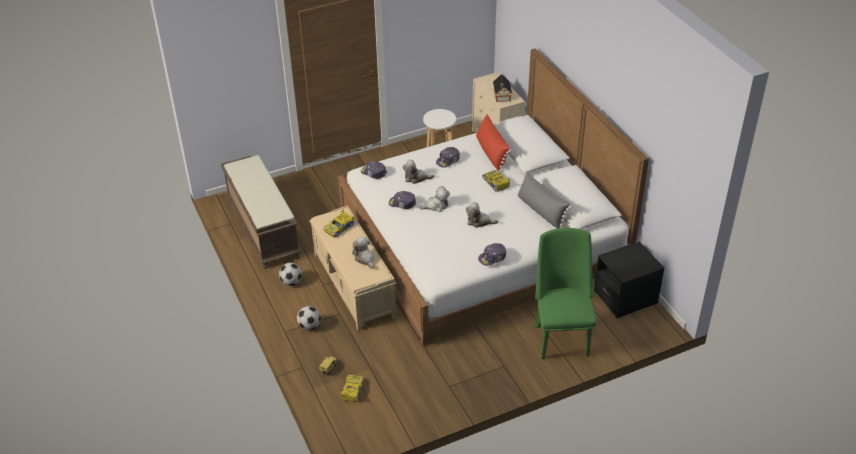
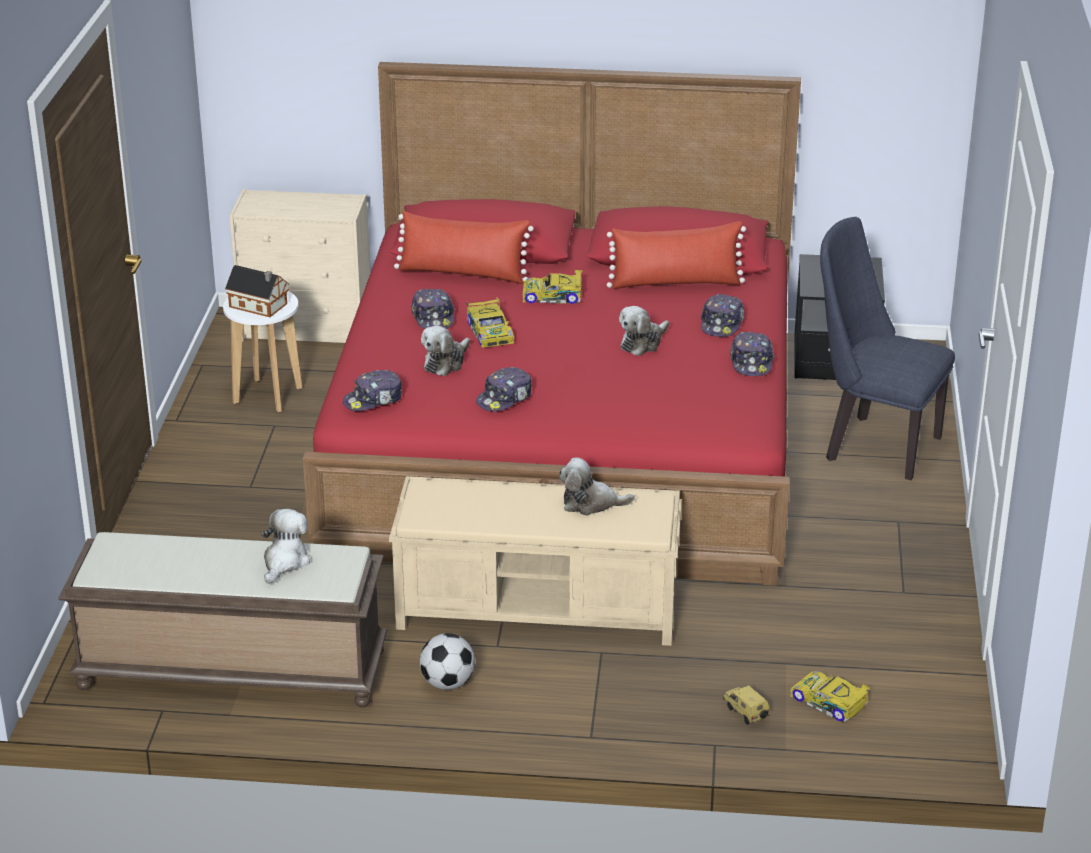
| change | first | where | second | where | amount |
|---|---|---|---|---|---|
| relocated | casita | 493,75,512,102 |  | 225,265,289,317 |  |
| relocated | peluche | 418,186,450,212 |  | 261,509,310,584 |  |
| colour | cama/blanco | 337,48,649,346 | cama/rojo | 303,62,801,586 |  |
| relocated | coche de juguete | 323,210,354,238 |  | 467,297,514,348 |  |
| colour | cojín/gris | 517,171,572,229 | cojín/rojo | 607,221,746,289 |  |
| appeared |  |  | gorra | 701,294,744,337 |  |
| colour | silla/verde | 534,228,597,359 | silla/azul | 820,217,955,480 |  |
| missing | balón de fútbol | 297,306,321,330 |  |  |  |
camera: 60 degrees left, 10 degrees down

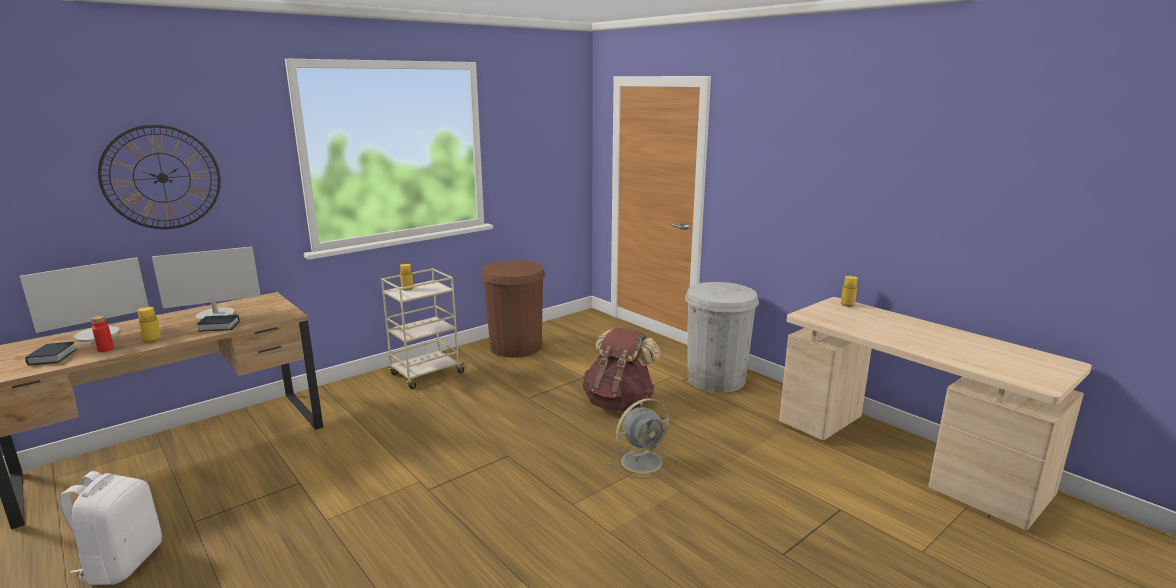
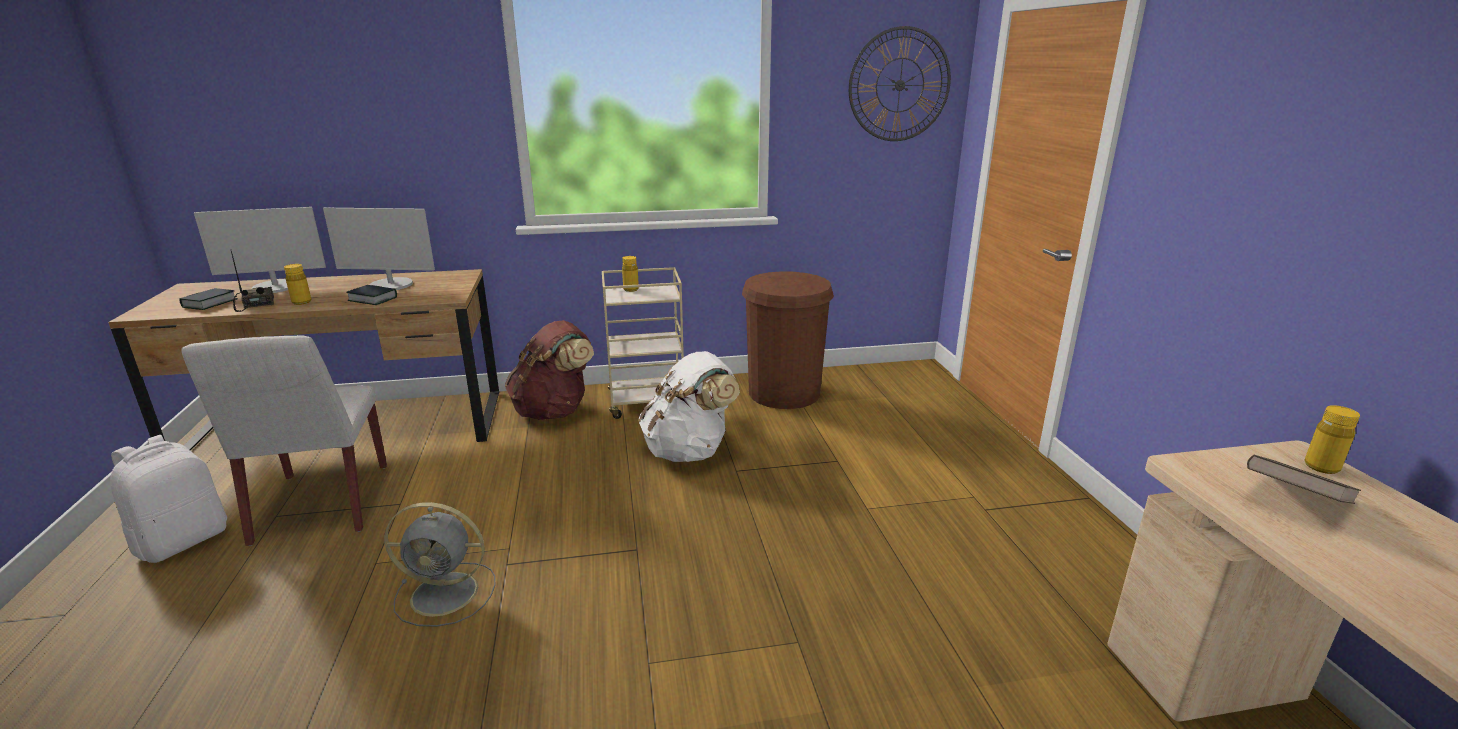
| change | first | where | second | where | amount |
|---|---|---|---|---|---|
| appeared |  |  | silla/blanco | 181,335,387,546 |  |
| exchanged | botella/rojo | 91,316,114,352 | radio | 231,251,274,312 |  |
| relocated | ventilador/gris | 609,398,674,479 |  | 384,502,495,627 |  |
| relocated | mochila/marrón | 582,328,660,411 |  | 505,320,594,420 |  |
| appeared |  |  | mochila/blanco | 639,351,740,462 |  |
| relocated | reloj de pared | 98,125,221,229 |  | 849,26,951,141 |  |
| appeared |  |  | libro/marrón | 1247,455,1361,504 |  |
| missing | papelera/blanco | 685,282,759,393 |  |  |  |
camera: 30 degrees right, 5 degrees up

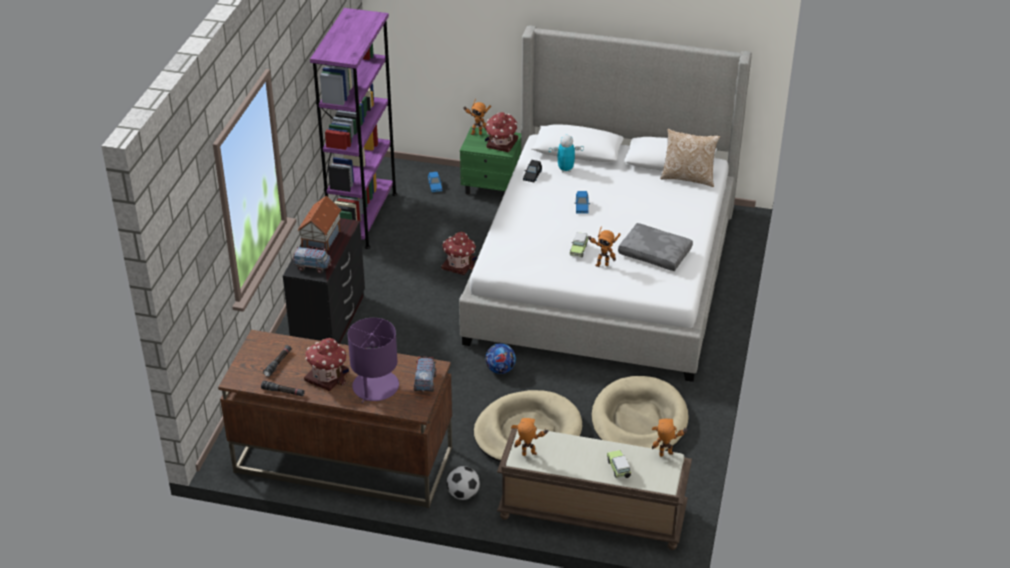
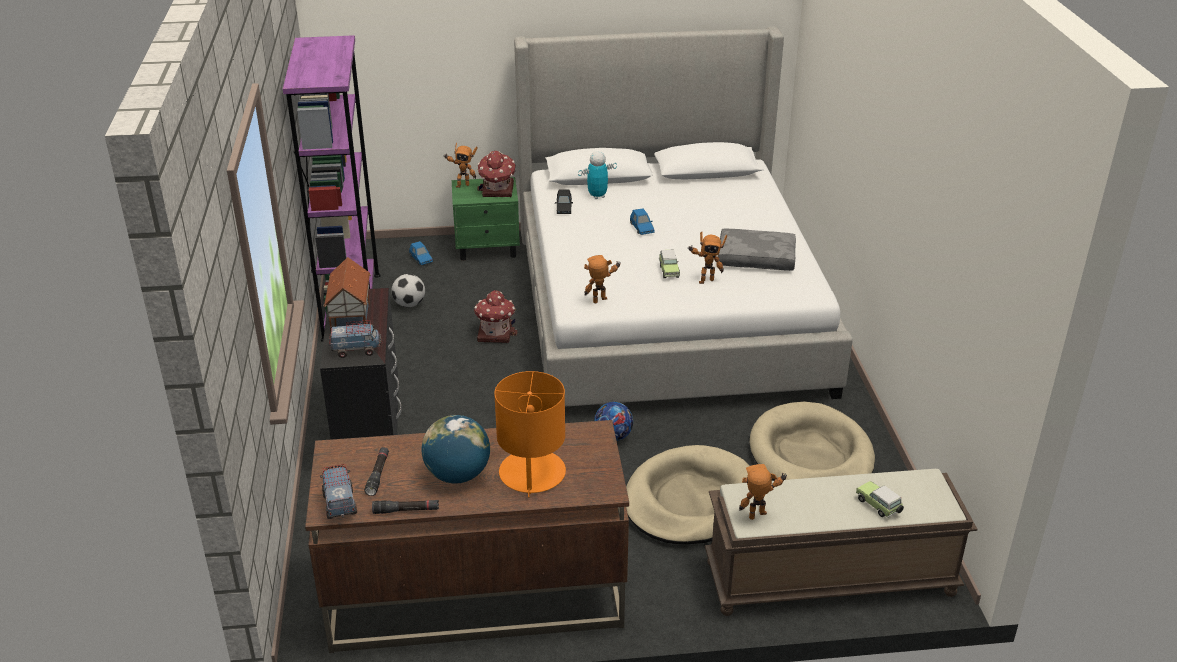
| change | first | where | second | where | amount |
|---|---|---|---|---|---|
| relocated | camión de juguete | 414,357,436,392 |  | 320,464,357,519 |  |
| relocated | balón de fútbol | 447,466,480,500 |  | 391,274,425,307 |  |
| exchanged | casita | 304,338,349,391 | globo terráqueo | 422,415,490,484 |  |
| colour | lámpara de mesa/morado | 348,318,399,403 | lámpara de mesa/naranja | 494,371,566,498 |  |
| relocated | robot de juguete | 652,418,688,457 |  | 584,255,621,304 |  |
| missing | cojín | 660,129,720,187 |  |  |  |
camera: 20 degrees left, 5 degrees down

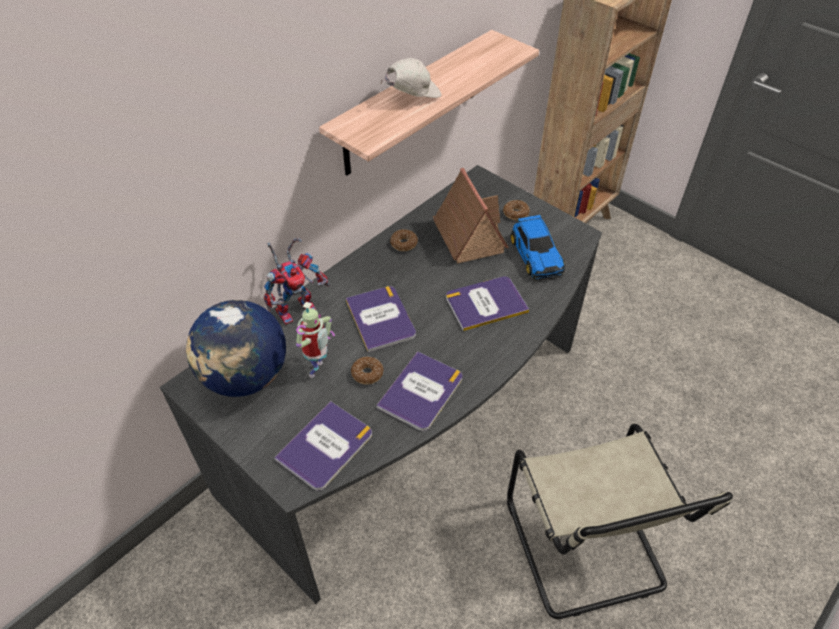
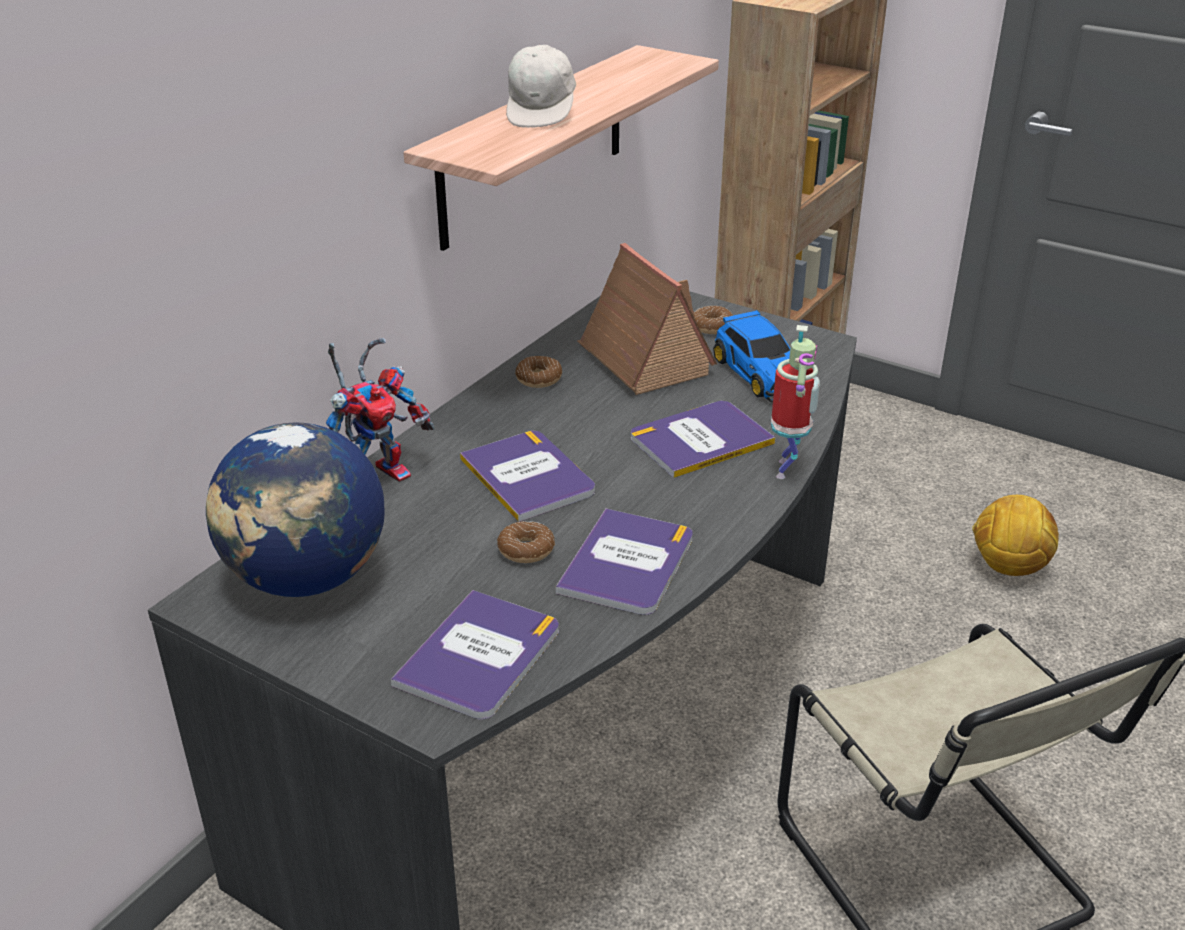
| change | first | where | second | where | amount |
|---|---|---|---|---|---|
| spun | gorra/blanco | 380,58,442,98 |  | 506,44,576,128 | 135 degrees clockwise |
| relocated | robot de juguete | 296,302,335,378 |  | 771,325,820,479 |  |
| appeared |  |  | balón de fútbol | 972,495,1059,576 |  |
camera: 10 degrees left, 15 degrees down

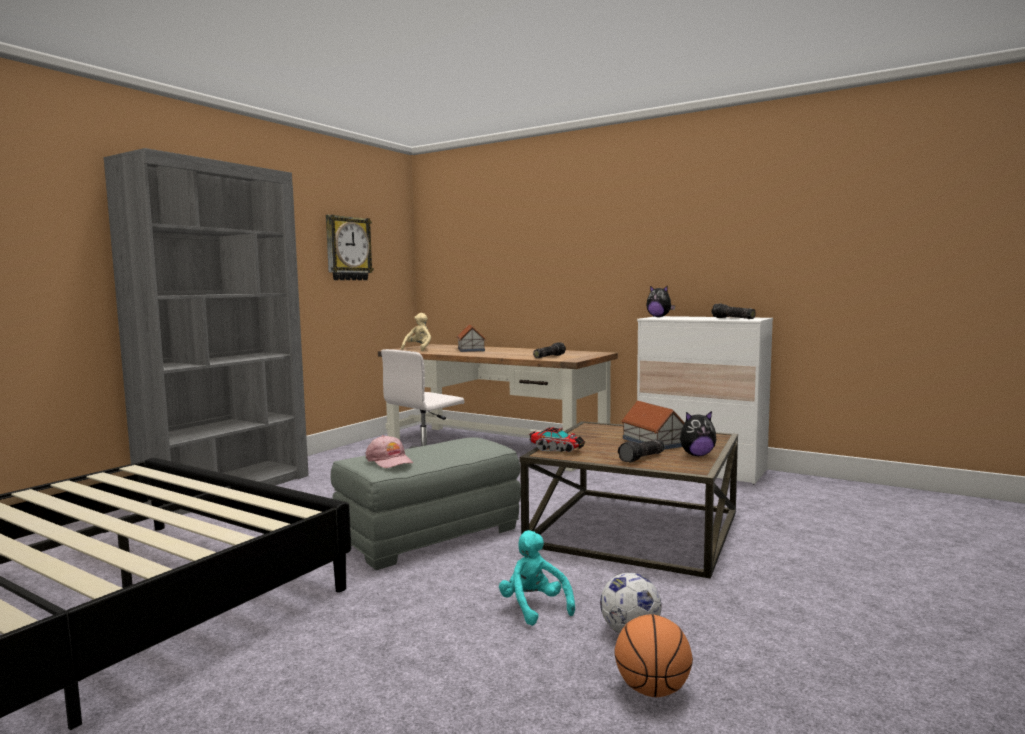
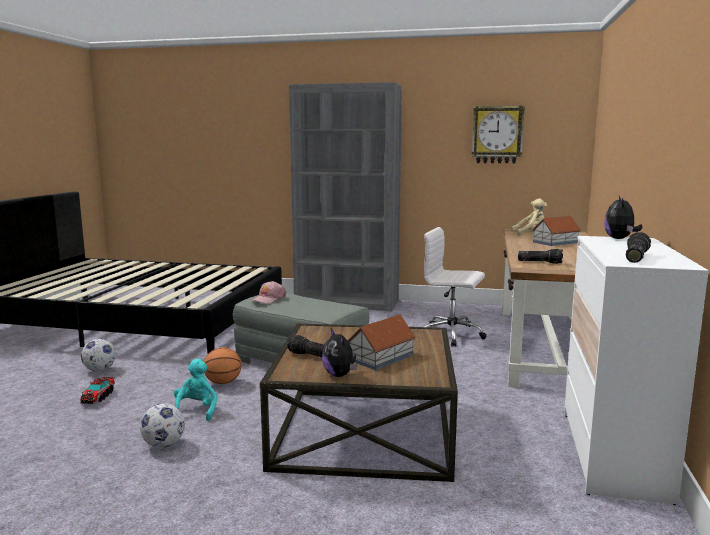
| change | first | where | second | where | amount |
|---|---|---|---|---|---|
| relocated | camión de juguete | 529,427,585,452 |  | 80,377,115,404 |  |
| appeared |  |  | balón de fútbol | 81,339,116,371 |  |
| spun | peluche/turquesa | 499,530,575,626 |  | 174,359,217,421 | 45 degrees counterclockwise |
| relocated | balón de baloncesto | 614,614,693,697 |  | 204,347,241,384 |  |
camera: 70 degrees right, 5 degrees up

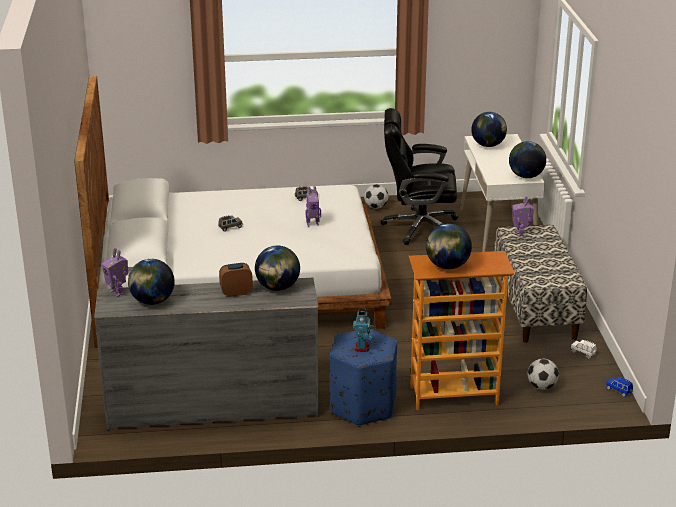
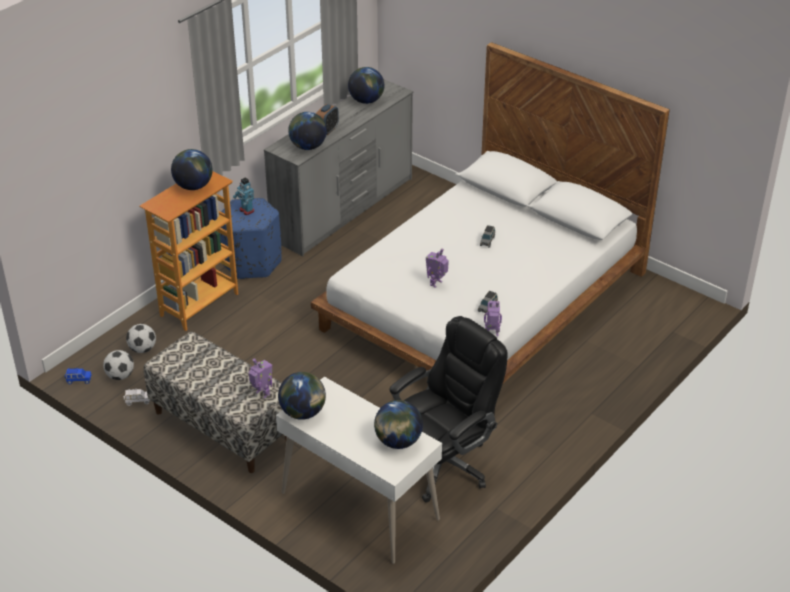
| change | first | where | second | where | amount |
|---|---|---|---|---|---|
| relocated | balón de fútbol | 364,184,388,209 |  | 103,350,134,380 |  |
| relocated | robot de juguete | 102,248,128,297 |  | 484,301,502,336 |  |
camera: 135 degrees right, 10 degrees up

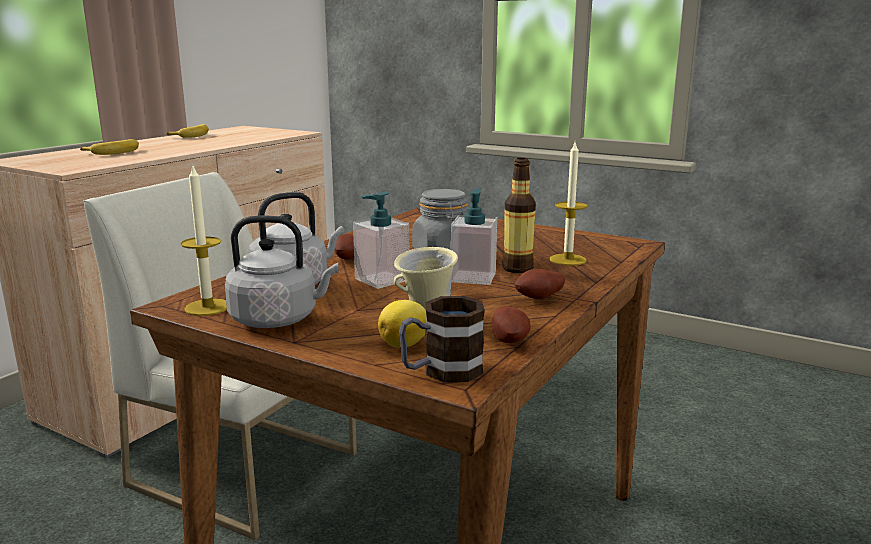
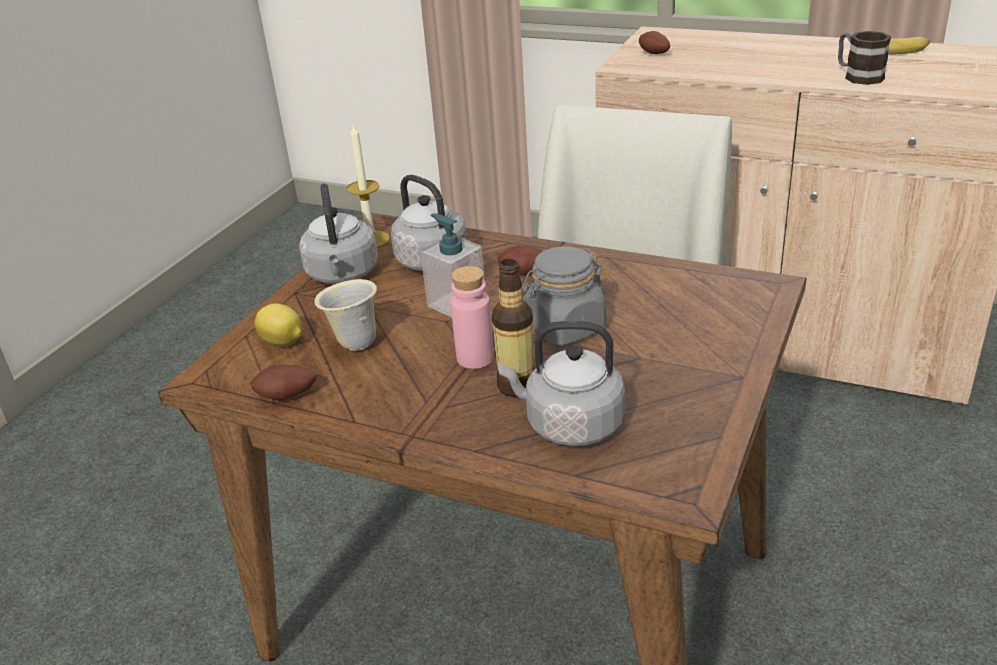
| change | first | where | second | where | amount |
|---|---|---|---|---|---|
| exchanged | dispensador de jabón | 451,188,497,285 | botella/rosa | 451,266,494,369 |  |
| exchanged | vela | 550,142,587,266 | hervidor/gris | 498,321,625,446 |  |
| relocated | patata | 515,269,565,299 |  | 639,31,670,54 |  |
| relocated | taza grande | 399,296,485,383 |  | 838,31,891,85 |  |
| missing | plátano | 80,139,139,155 |  |  |  |
camera: 85 degrees right, 15 degrees up

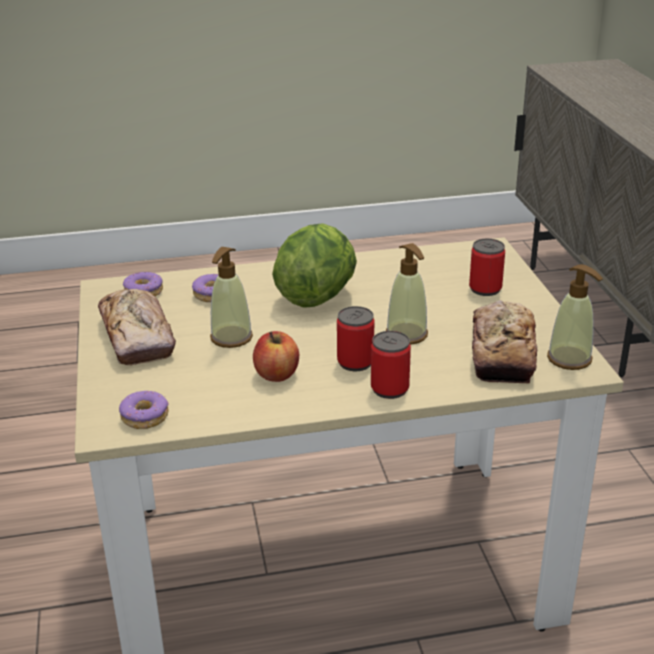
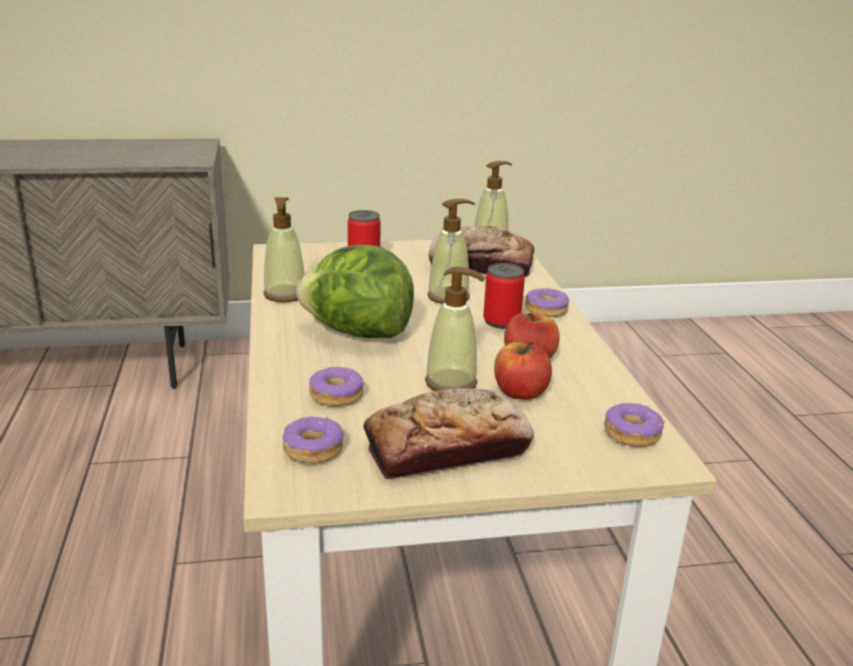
| change | first | where | second | where | amount |
|---|---|---|---|---|---|
| appeared |  |  | dispensador de jabón | 263,197,304,302 |  |
| appeared |  |  | manzana | 494,341,552,400 |  |
| exchanged | lata | 371,331,411,399 | rosquilla | 525,288,569,317 |  |
camera: 90 degrees left, 5 degrees down

